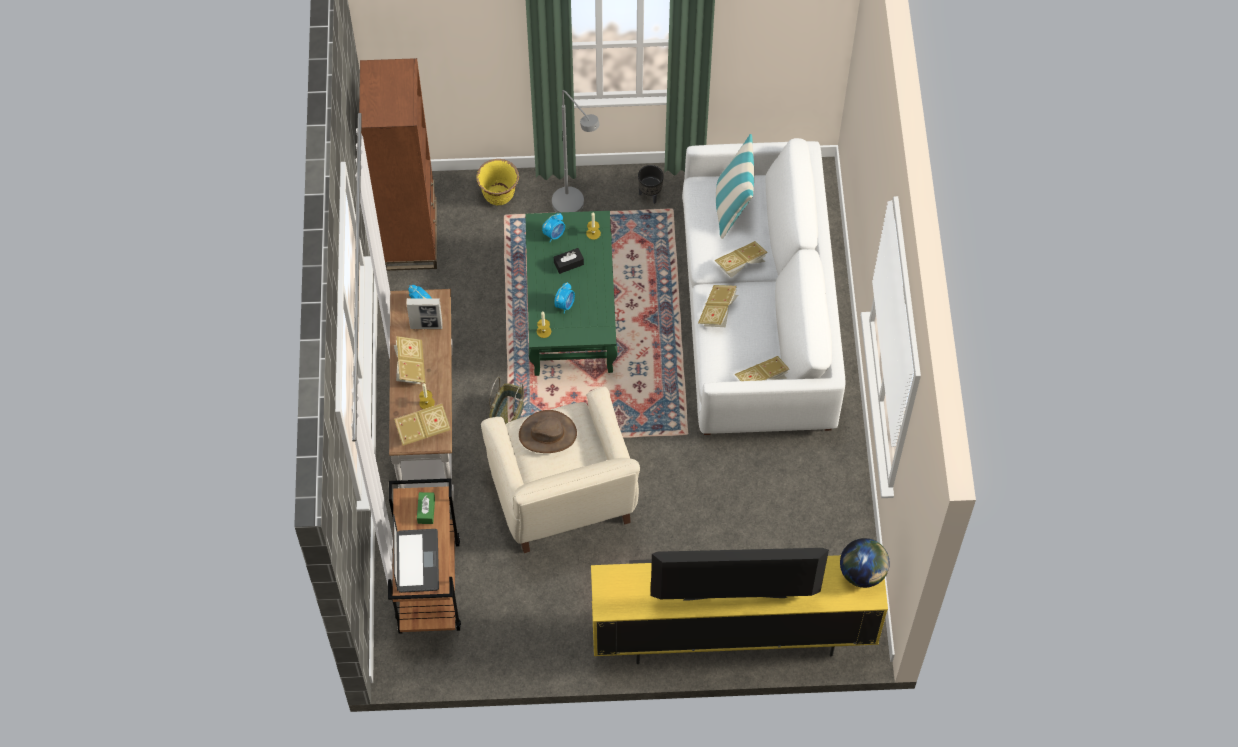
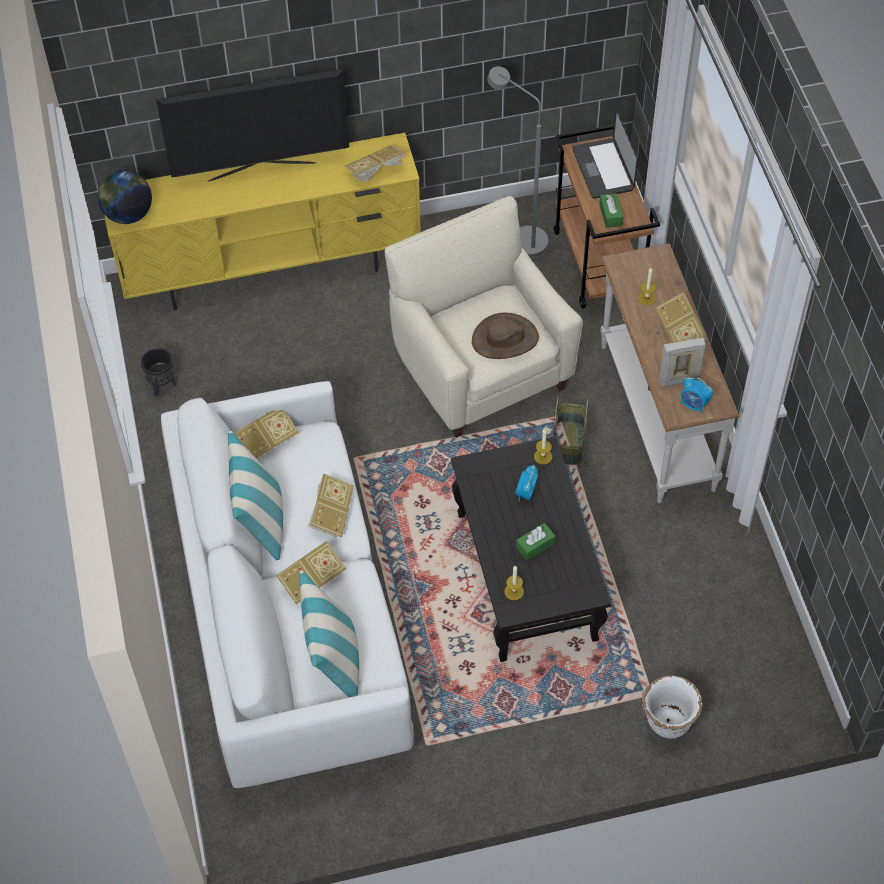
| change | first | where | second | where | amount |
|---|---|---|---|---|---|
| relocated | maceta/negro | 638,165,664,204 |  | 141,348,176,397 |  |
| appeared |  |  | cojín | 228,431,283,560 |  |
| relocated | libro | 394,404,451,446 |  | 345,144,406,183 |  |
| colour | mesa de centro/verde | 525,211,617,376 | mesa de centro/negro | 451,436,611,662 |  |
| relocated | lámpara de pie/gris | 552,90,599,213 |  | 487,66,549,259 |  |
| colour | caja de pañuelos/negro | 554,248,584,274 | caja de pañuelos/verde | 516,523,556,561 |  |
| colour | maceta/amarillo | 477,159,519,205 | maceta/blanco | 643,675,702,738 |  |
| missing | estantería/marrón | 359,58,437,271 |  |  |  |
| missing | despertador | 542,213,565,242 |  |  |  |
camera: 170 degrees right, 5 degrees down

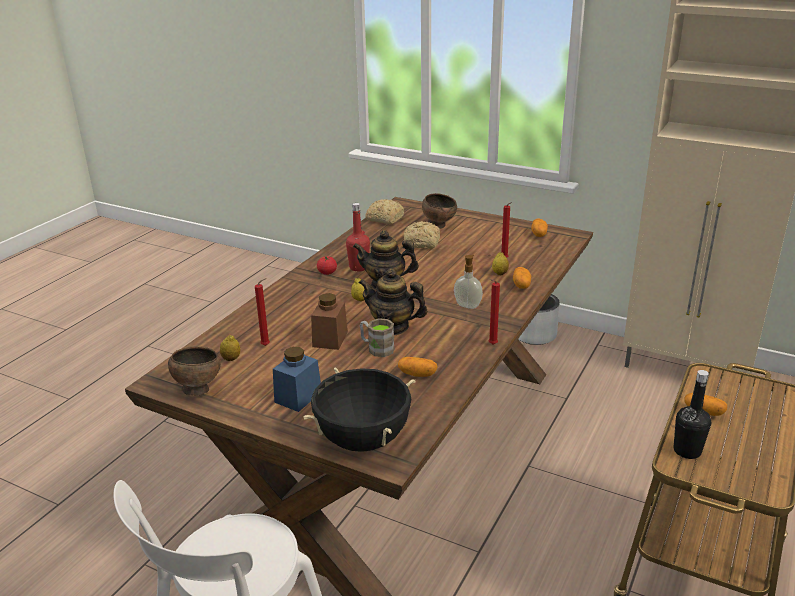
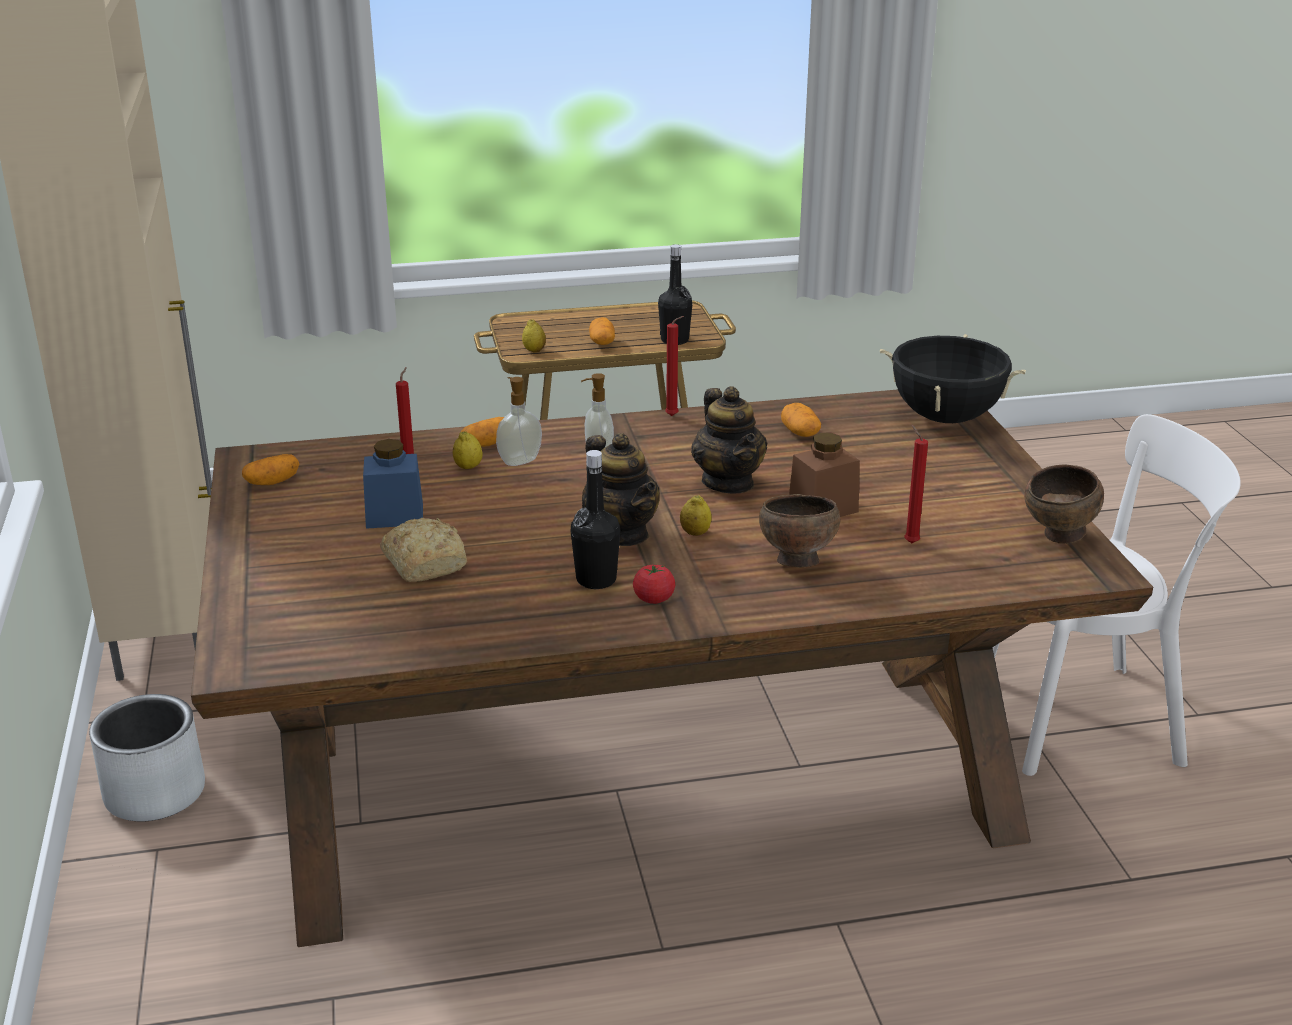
| change | first | where | second | where | amount |
|---|---|---|---|---|---|
| relocated | tarro/azul | 273,347,321,412 |  | 363,439,423,529 |  |
| appeared |  |  | dispensador de jabón | 496,377,542,466 |  |
| relocated | limón | 220,335,240,361 |  | 522,320,546,353 |  |
| colour | botella/rojo | 346,203,370,272 | botella/negro | 571,450,620,589 |  |
| relocated | cuenco/marrón | 422,193,457,229 |  | 759,494,840,567 |  |
| missing | taza grande/marrón | 360,318,395,357 |  |  |  |
| missing | pan | 365,199,404,224 |  |  |  |
camera: 130 degrees left, 0 degrees up

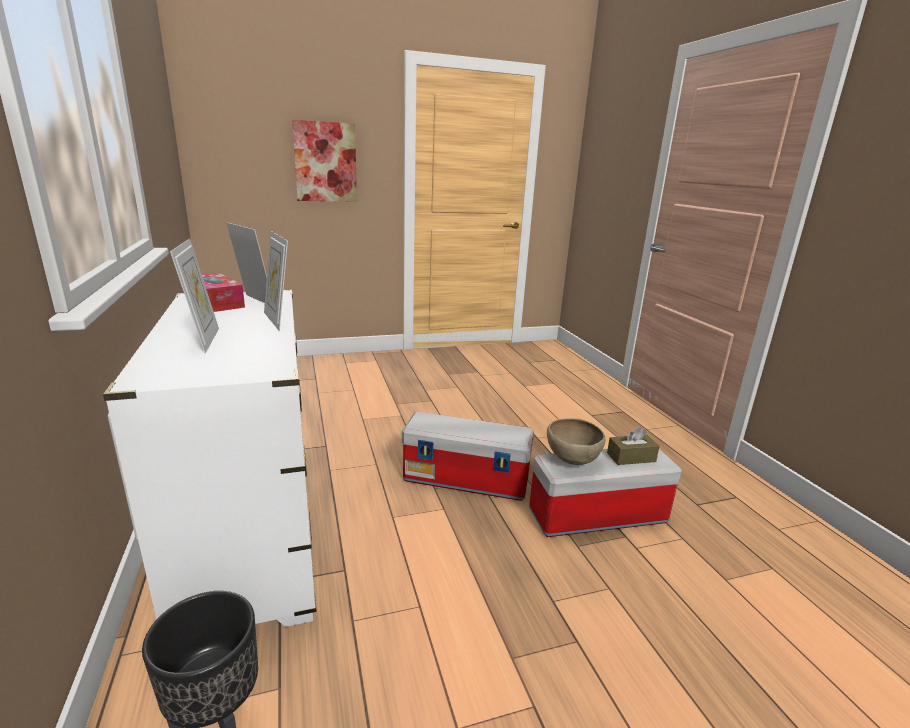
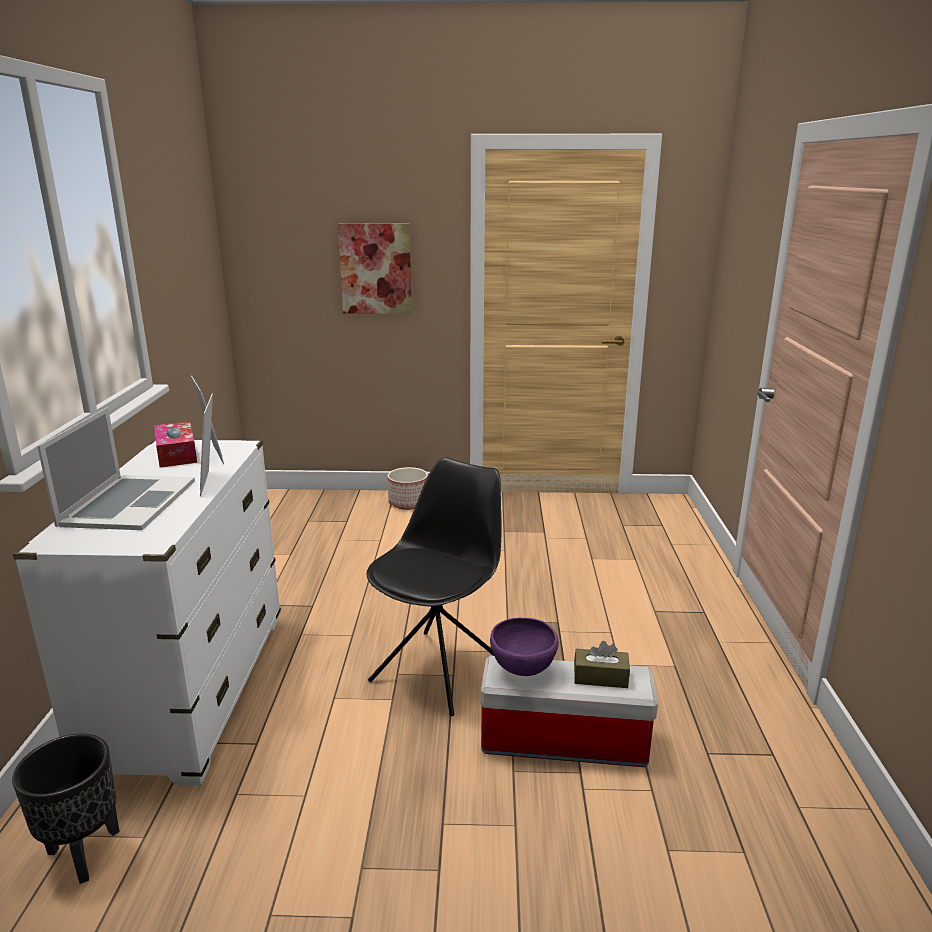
| change | first | where | second | where | amount |
|---|---|---|---|---|---|
| exchanged | portarretratos | 170,239,219,353 | portátil | 37,407,195,530 |  |
| exchanged | caja de almacenaje | 402,411,534,501 | silla/negro | 367,458,501,716 |  |
| appeared |  |  | maceta | 387,467,428,510 |  |
| colour | cuenco/marrón | 547,418,606,465 | cuenco/morado | 490,618,559,676 |  |
camera: 20 degrees right, 0 degrees up

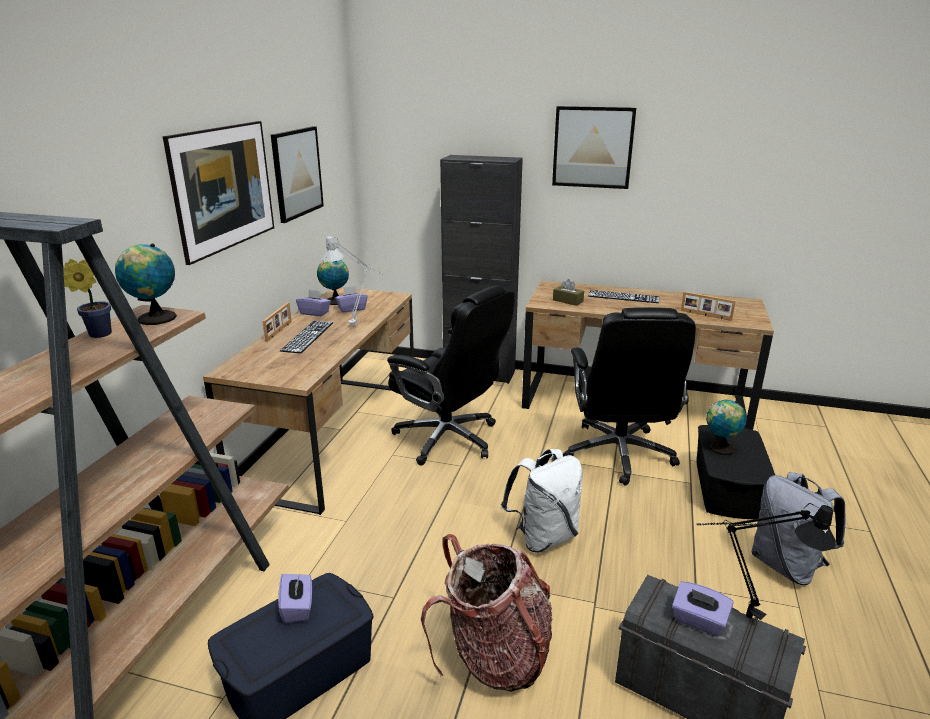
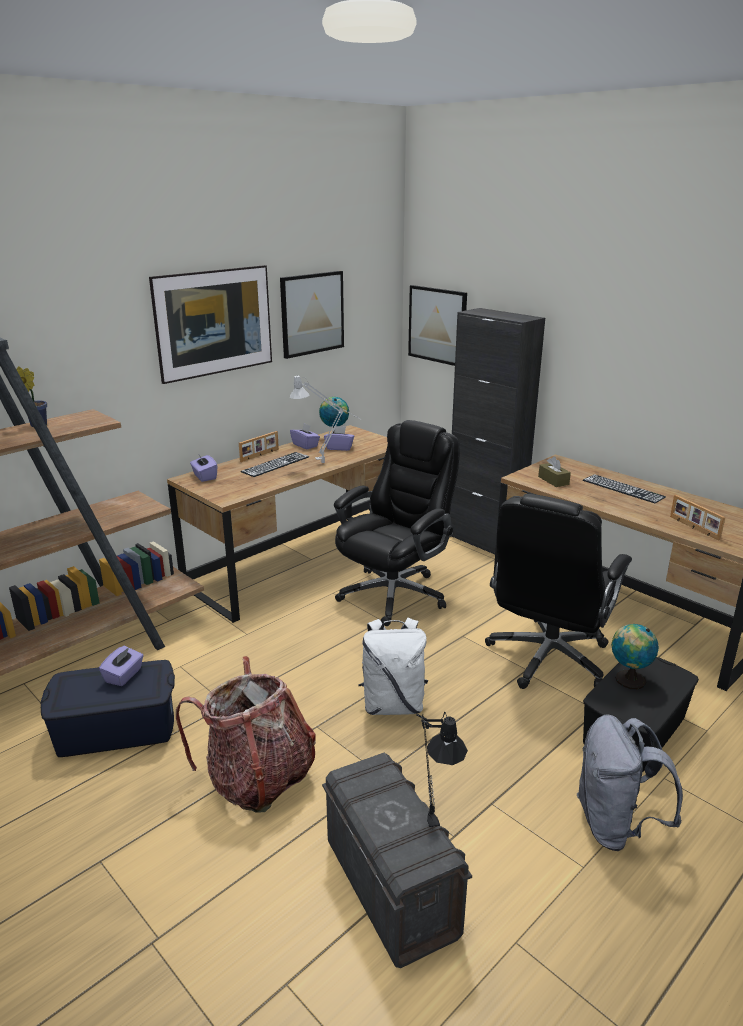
| change | first | where | second | where | amount |
|---|---|---|---|---|---|
| relocated | caja de pañuelos/morado | 672,581,733,636 |  | 190,455,217,482 |  |
| spun | silla de oficina/negro | 387,285,515,466 |  | 334,420,460,626 | 120 degrees counterclockwise |
| relocated | cuadro | 552,106,636,189 |  | 408,285,467,366 |  |
| missing | globo terráqueo | 115,243,177,325 |  |  |  |
camera: 30 degrees right, 0 degrees up

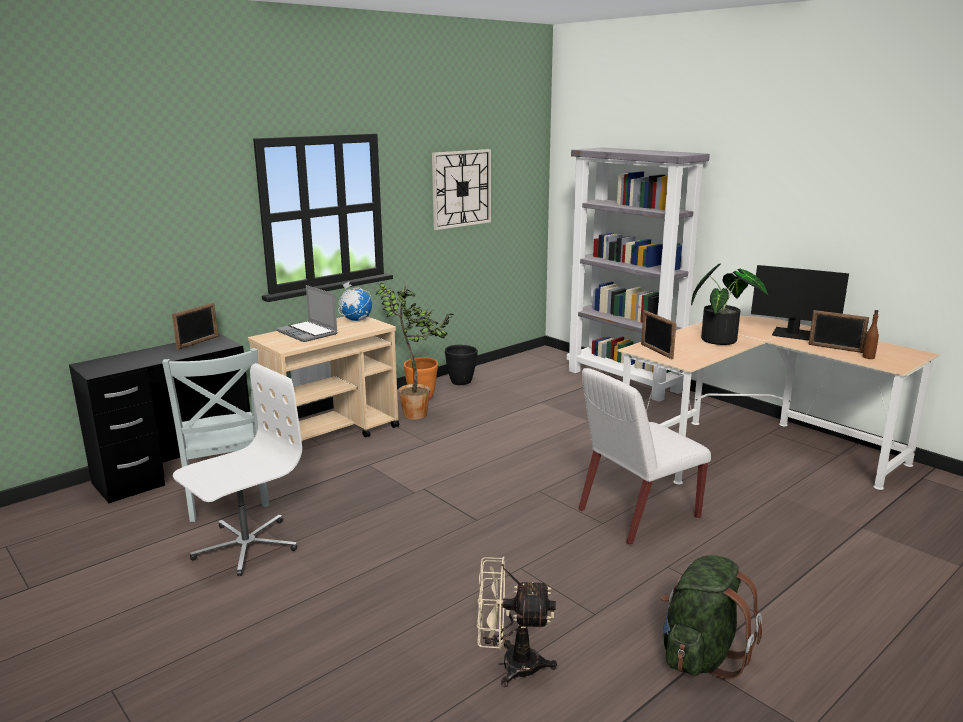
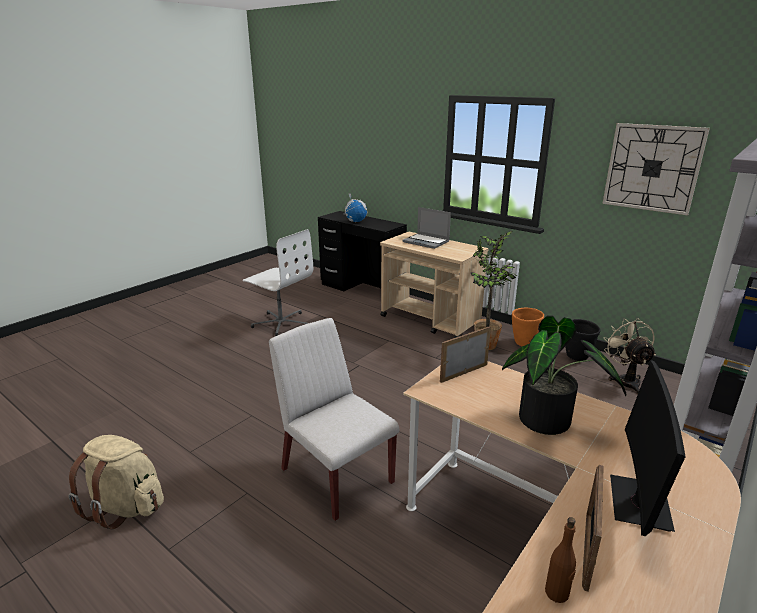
| change | first | where | second | where | amount |
|---|---|---|---|---|---|
| colour | mochila/verde | 661,555,762,680 | mochila/beis | 69,435,164,529 |  |
| relocated | globo terráqueo | 338,281,372,321 |  | 344,193,367,222 |  |
| spun | portátil | 276,285,338,342 |  | 403,207,451,249 | 90 degrees counterclockwise |
| relocated | ventilador/beis | 477,557,557,687 |  | 604,318,656,394 |  |
| missing | silla/gris | 162,348,270,522 |  |  |  |
| missing | portarretratos | 172,303,218,350 |  |  |  |
camera: 80 degrees right, 5 degrees up

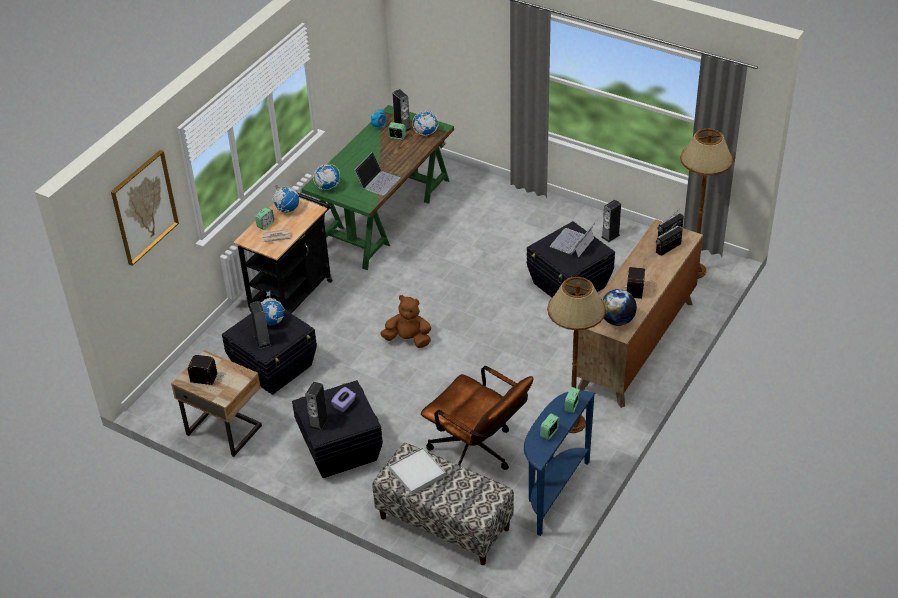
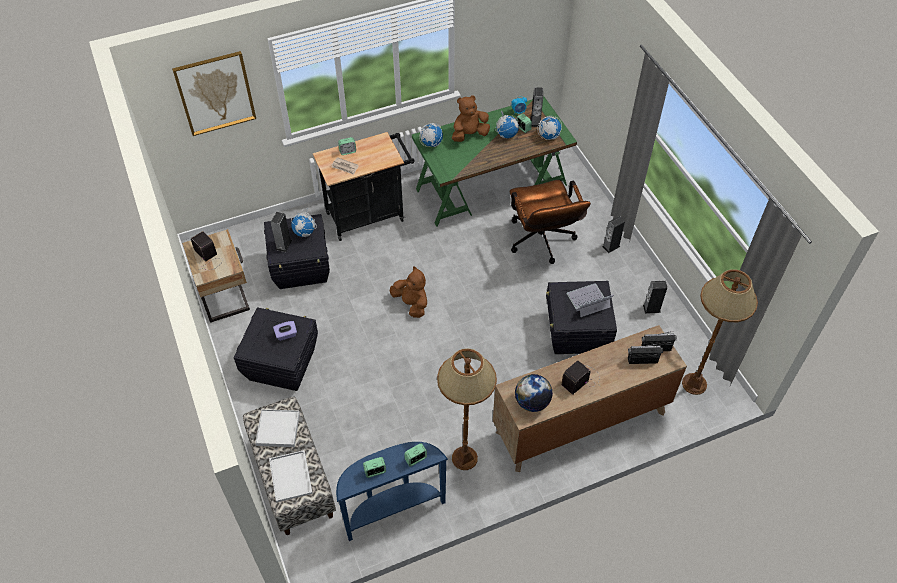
| change | first | where | second | where | amount |
|---|---|---|---|---|---|
| appeared |  |  | bandeja/blanco | 269,450,313,503 |  |
| appeared |  |  | peluche/marrón | 452,95,490,142 |  |
| relocated | globo terráqueo | 272,185,299,213 |  | 495,111,519,138 |  |
| relocated | silla de oficina/marrón | 421,366,533,470 |  | 510,180,591,264 |  |
| relocated | altavoz | 305,382,329,431 |  | 602,216,625,253 |  |
| missing | portátil | 354,152,401,196 |  |  |  |
camera: 35 degrees right, 10 degrees up

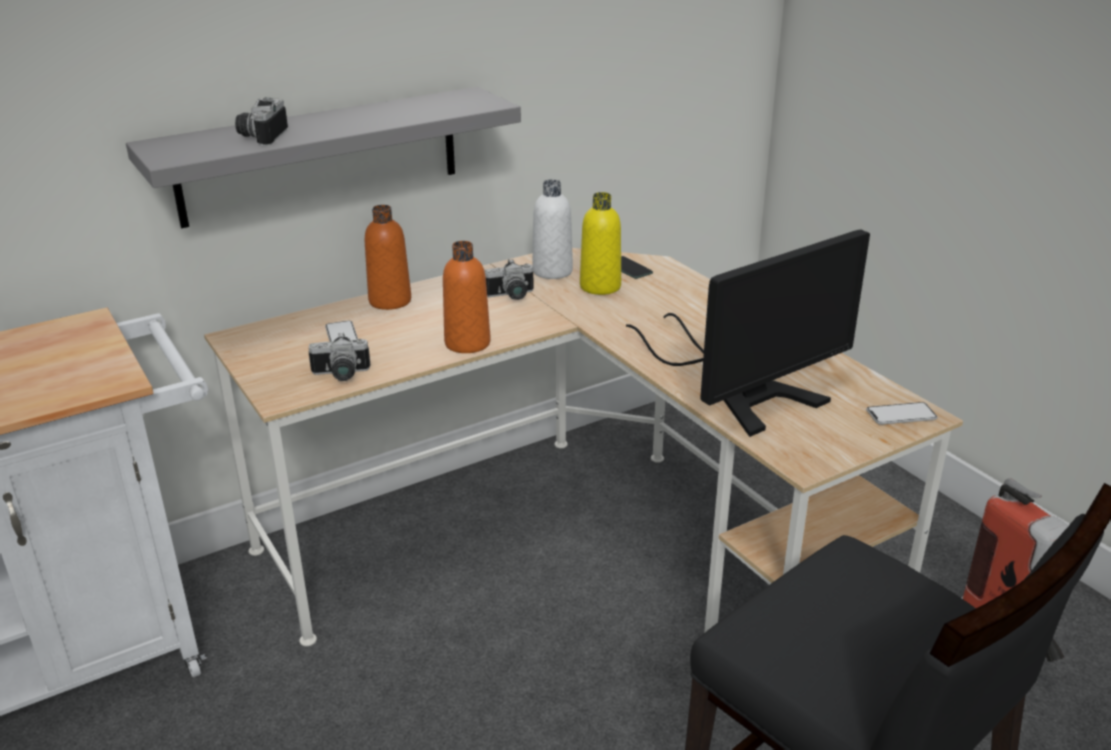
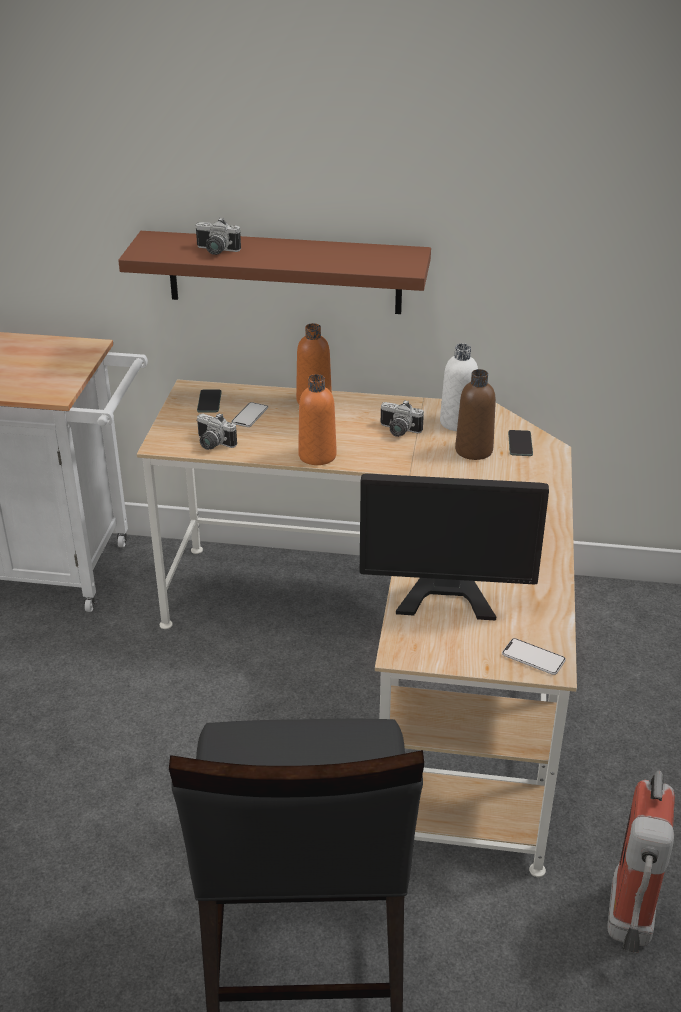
| change | first | where | second | where | amount |
|---|---|---|---|---|---|
| colour | estante/gris | 126,87,521,228 | estante/marrón | 118,231,431,314 |  |
| spun | cámara | 235,97,288,146 |  | 196,217,241,255 | 120 degrees counterclockwise |
| appeared |  |  | móvil | 197,389,222,413 |  |
| colour | botella/amarillo | 580,192,621,295 | botella/marrón | 455,369,496,460 |  |
camera: 40 degrees right, 5 degrees up

